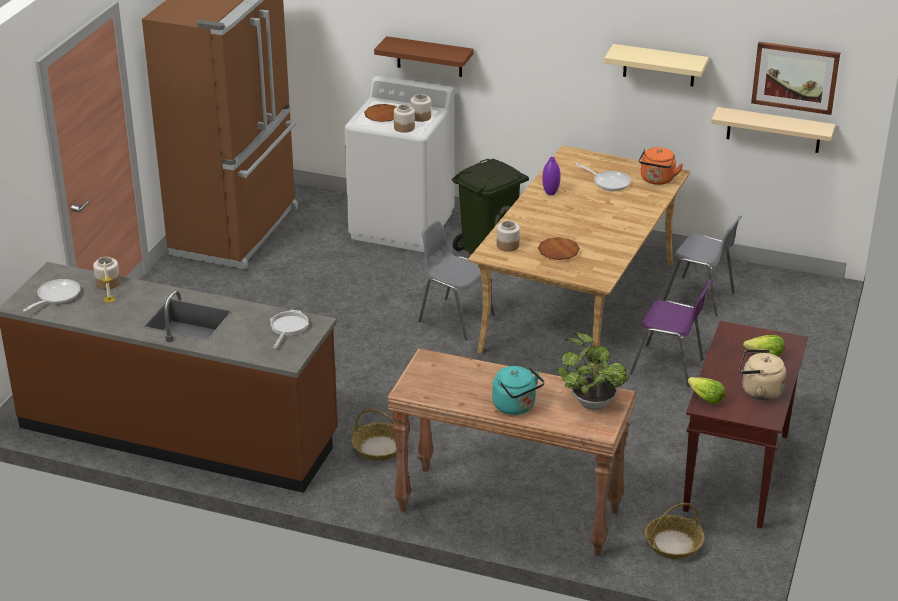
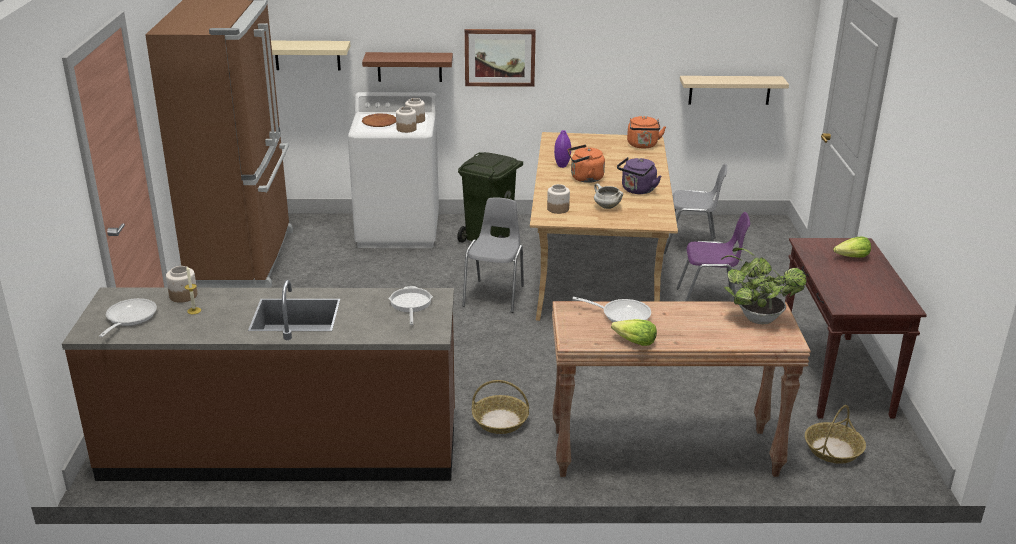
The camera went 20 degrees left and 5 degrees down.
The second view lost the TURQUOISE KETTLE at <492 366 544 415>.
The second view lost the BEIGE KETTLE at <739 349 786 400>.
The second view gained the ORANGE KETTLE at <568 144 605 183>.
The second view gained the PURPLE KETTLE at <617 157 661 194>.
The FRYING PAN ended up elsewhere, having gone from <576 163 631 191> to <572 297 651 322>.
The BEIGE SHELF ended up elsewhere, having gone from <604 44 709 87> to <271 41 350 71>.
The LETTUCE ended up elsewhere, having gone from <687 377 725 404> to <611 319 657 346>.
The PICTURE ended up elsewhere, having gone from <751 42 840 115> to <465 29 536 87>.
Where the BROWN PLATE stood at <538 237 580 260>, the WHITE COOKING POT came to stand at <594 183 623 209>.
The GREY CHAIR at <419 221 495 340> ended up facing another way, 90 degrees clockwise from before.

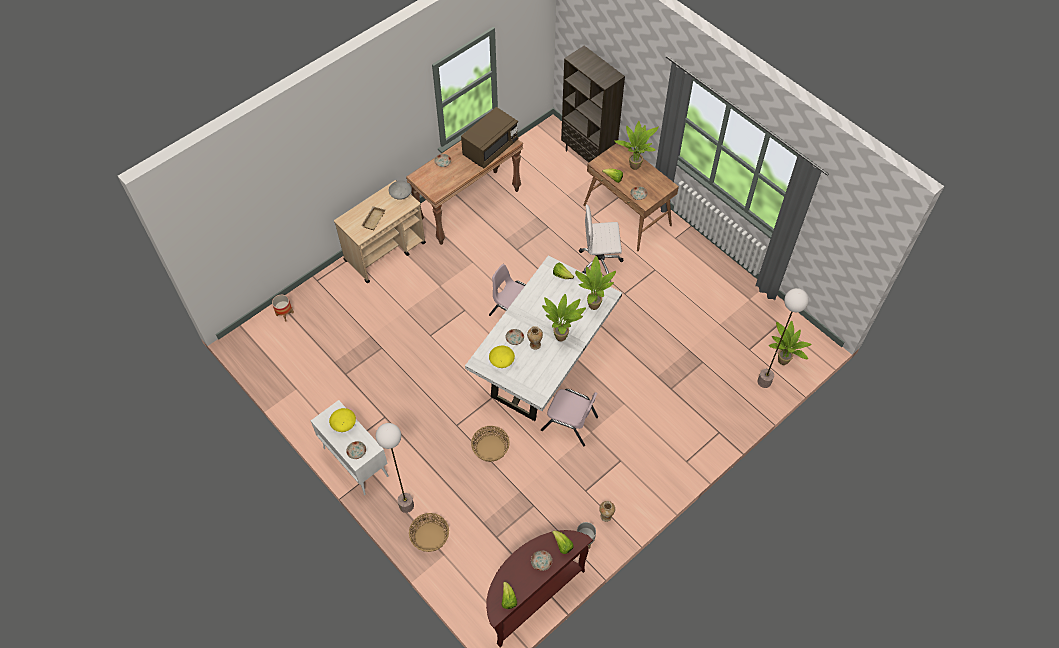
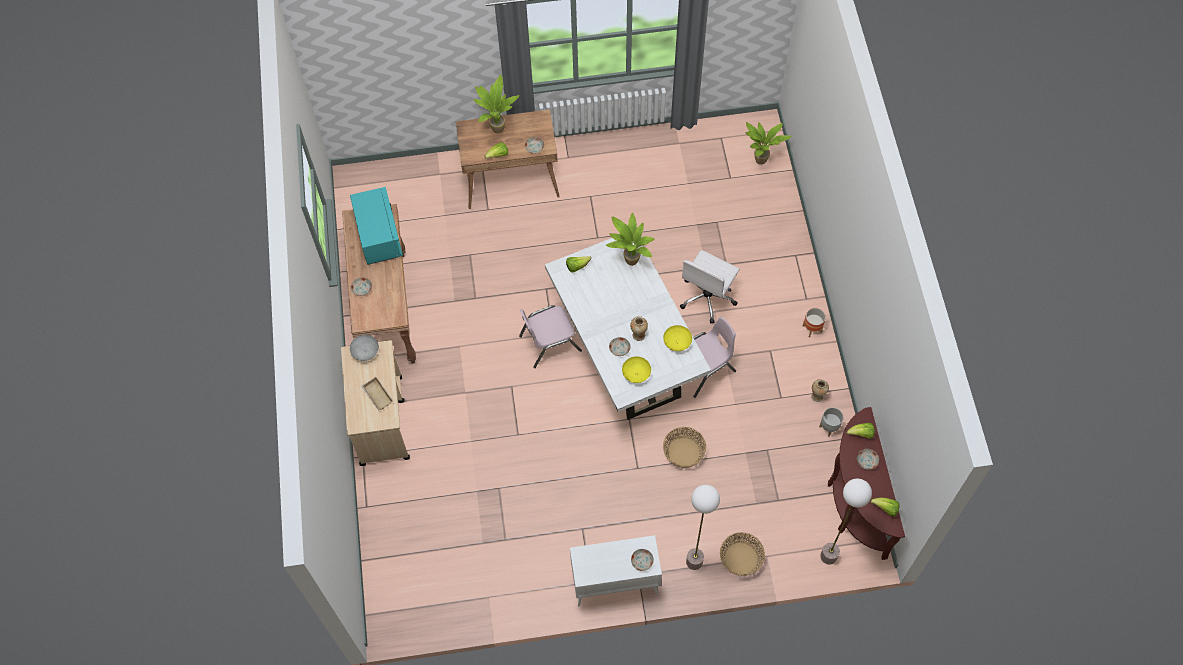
The camera went 55 degrees left and 5 degrees up.
The second view lost the POTTED PLANT at <542 294 586 341>.
The second view lost the BROWN BOOKCASE at <561 46 625 162>.
The PLANTER ended up elsewhere, having gone from <272 295 294 321> to <803 308 826 337>.
The YELLOW BOWL ended up elsewhere, having gone from <329 408 356 432> to <663 325 692 351>.
The WHITE OFFICE CHAIR ended up elsewhere, having gone from <579 205 624 281> to <680 250 740 323>.
The FLOOR LAMP ended up elsewhere, having gone from <758 288 809 388> to <820 479 872 565>.
What was the BROWN MICROWAVE at <461 107 518 168> turned into the TURQUOISE MICROWAVE at <350 187 403 265>.

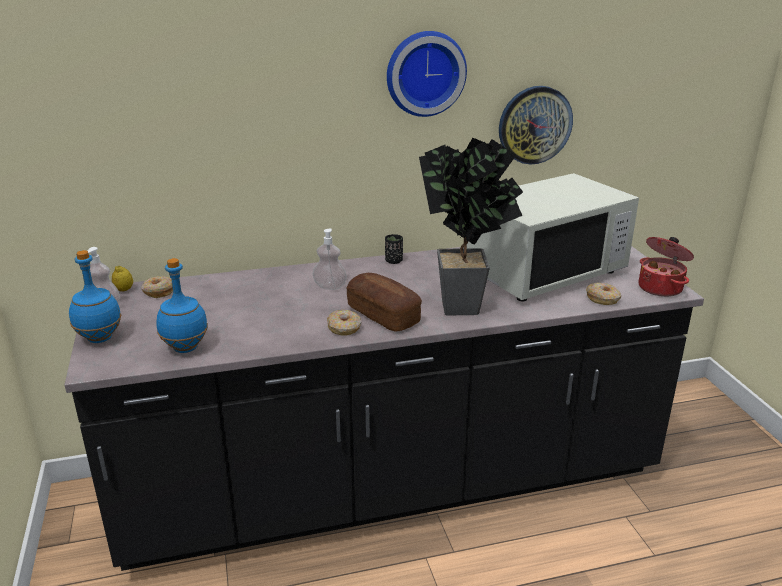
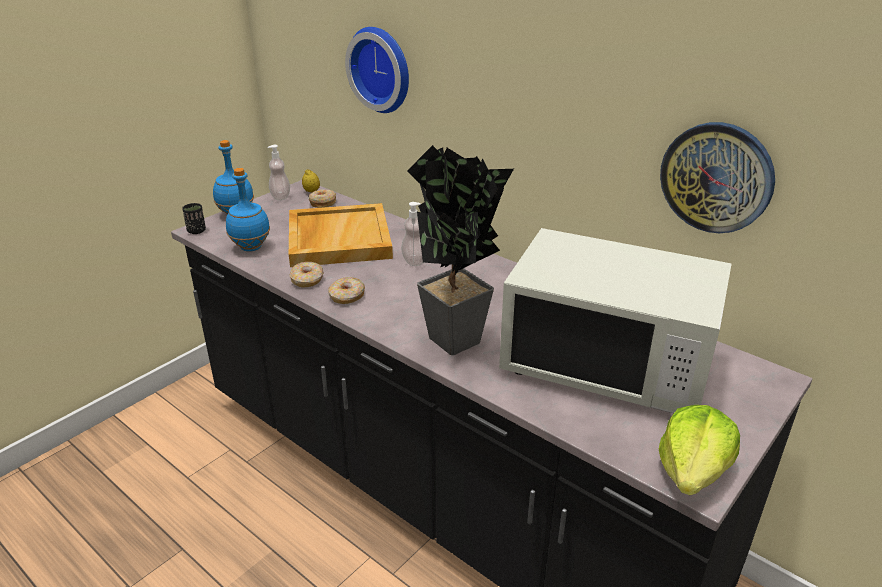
The camera went 55 degrees right and 5 degrees up.
The second view lost the BREAD at <347 273 422 332>.
The second view gained the BEIGE TRAY at <289 203 393 267>.
The BLACK CUP ended up elsewhere, having gone from <385 234 403 264> to <182 203 206 234>.
The WALL CLOCK ended up elsewhere, having gone from <387 31 467 117> to <345 27 409 113>.
The DONUT ended up elsewhere, having gone from <586 283 621 305> to <289 262 324 288>.
Where the COOKING POT stood at <639 237 694 297>, the LETTUCE came to stand at <659 405 740 495>.

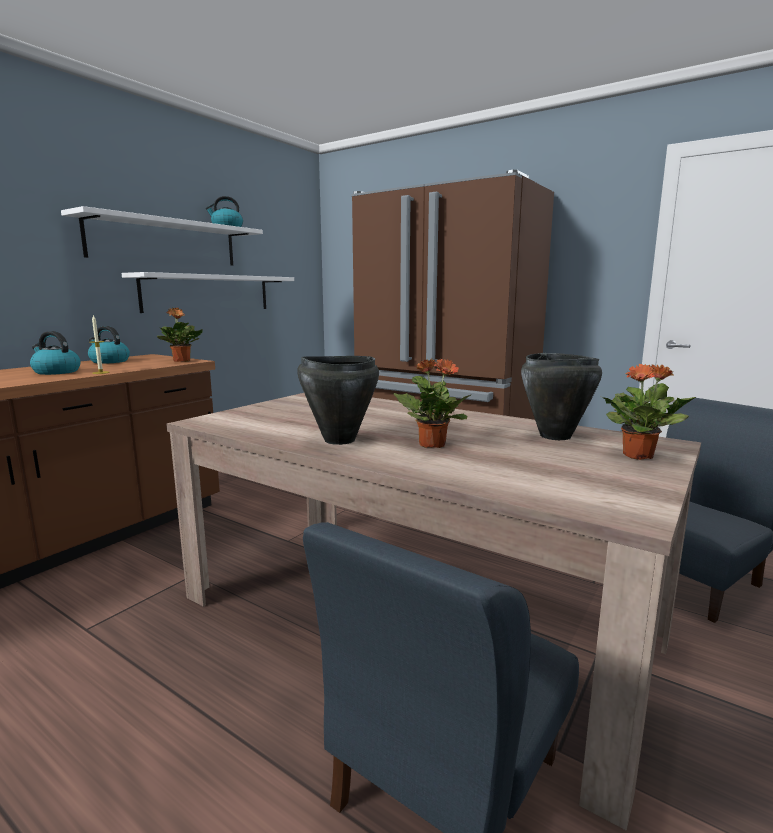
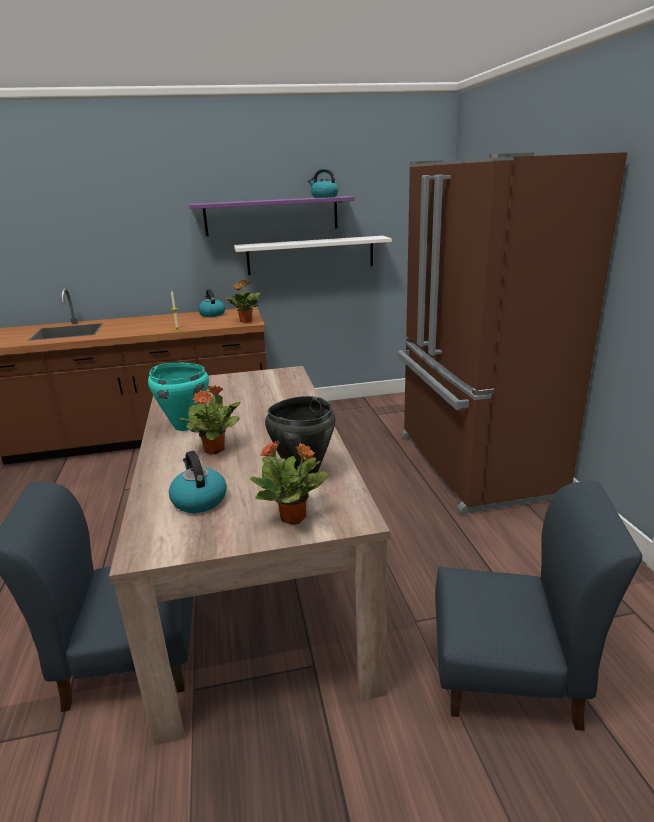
The camera went 45 degrees right and 10 degrees up.
The KETTLE ended up elsewhere, having gone from <30 331 81 375> to <169 451 227 513>.
What was the WHITE SHELF at <61 206 263 266> turned into the PURPLE SHELF at <189 196 355 236>.
What was the BLACK COOKING POT at <297 356 379 445> turned into the TURQUOISE COOKING POT at <148 363 209 431>.

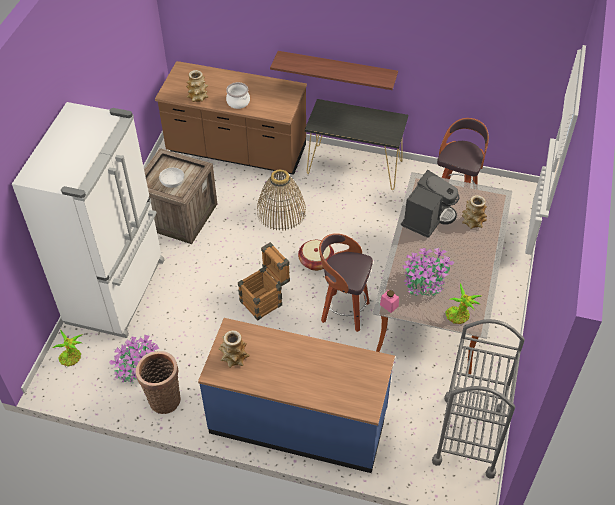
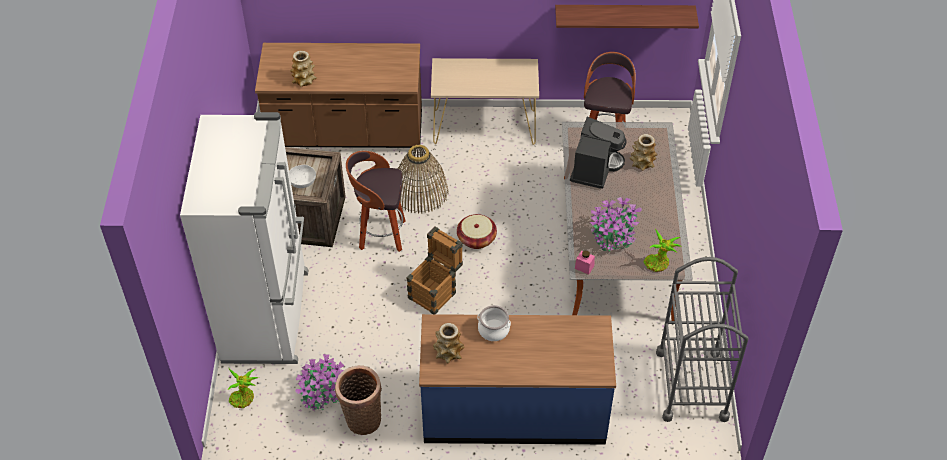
The camera went 15 degrees left and 0 degrees up.
The COOKING POT ended up elsewhere, having gone from <226 82 250 109> to <477 305 511 341>.
The SHELF ended up elsewhere, having gone from <270 51 398 90> to <555 5 699 28>.
The STOOL ended up elsewhere, having gone from <319 233 373 332> to <346 151 406 252>.
What was the BLACK CONSOLE TABLE at <305 99 408 190> turned into the BEIGE CONSOLE TABLE at <431 58 539 145>.

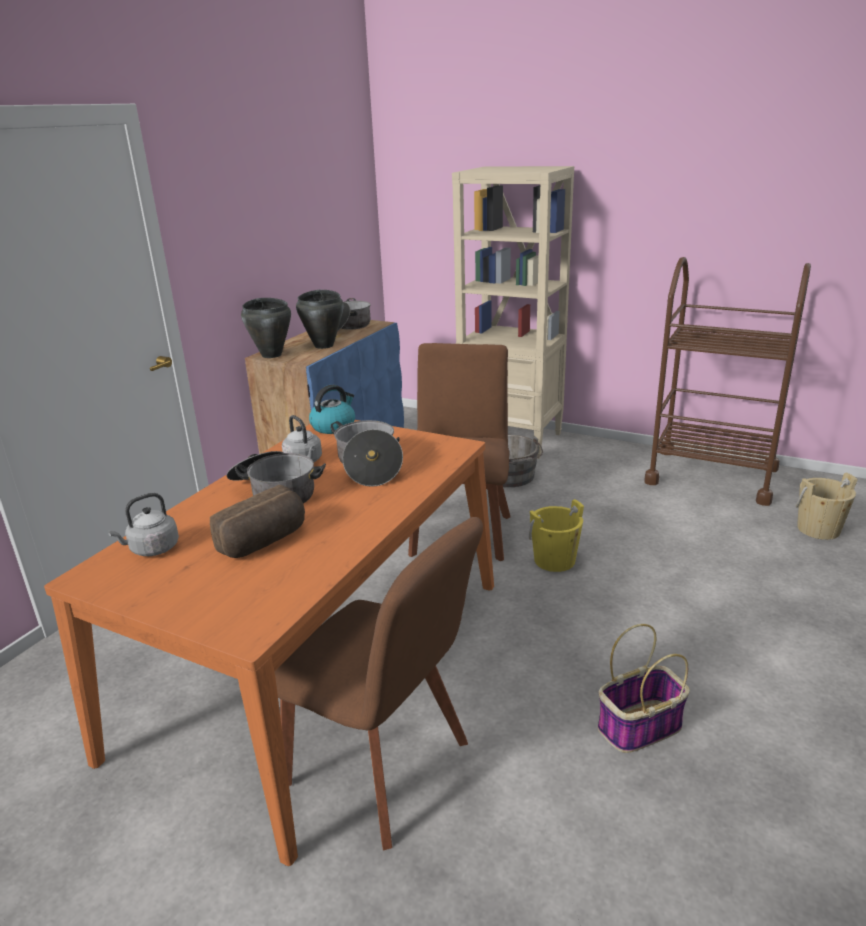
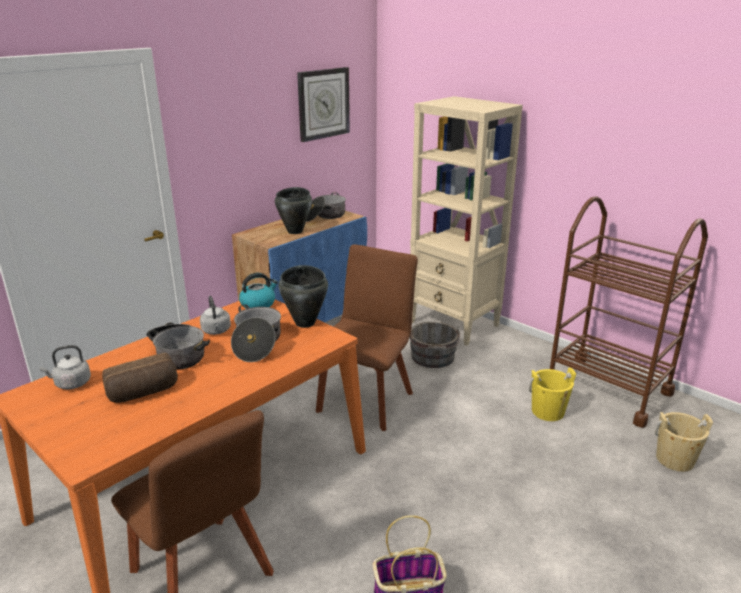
The camera went 15 degrees right and 0 degrees up.
The second view gained the WALL CLOCK at <297 67 350 142>.
The BLACK COOKING POT ended up elsewhere, having gone from <241 298 291 358> to <278 265 328 328>.
The YELLOW BUCKET ended up elsewhere, having gone from <529 499 584 572> to <529 367 576 421>.

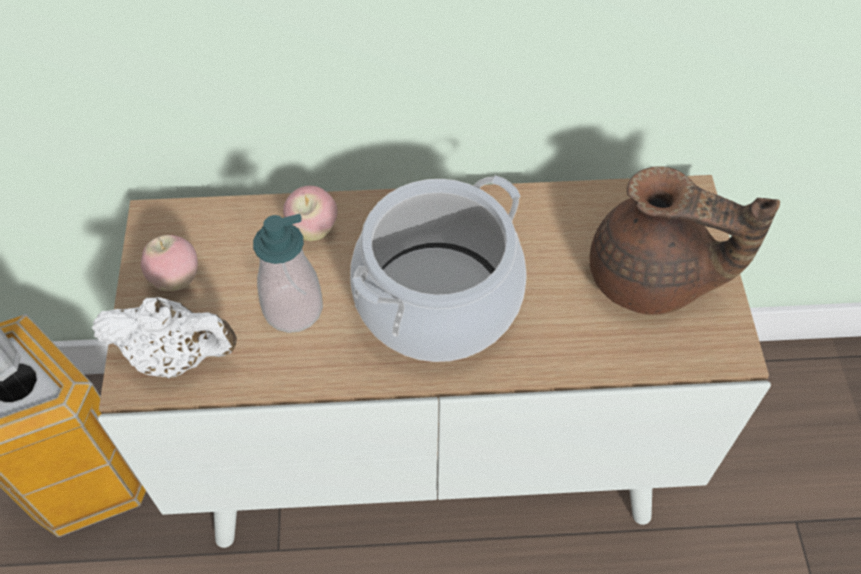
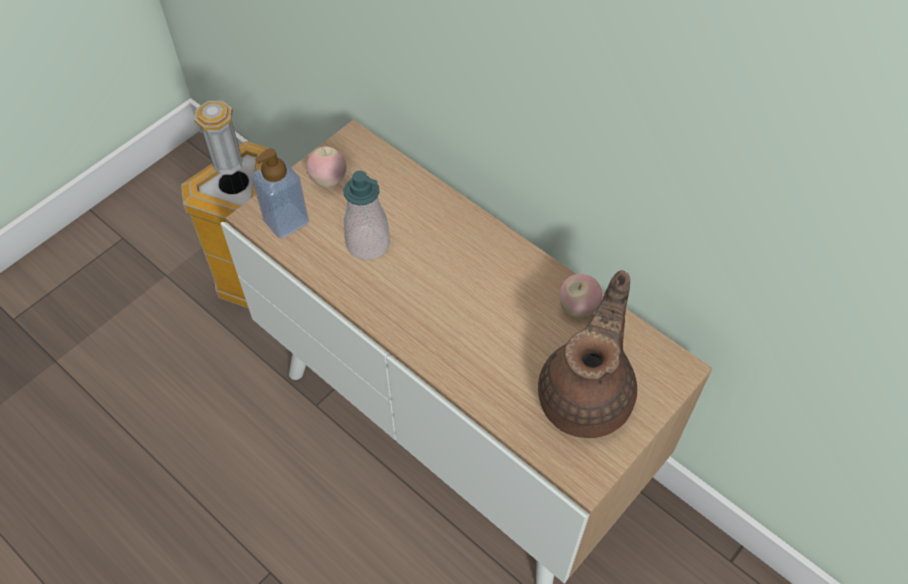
The camera went 45 degrees right and 0 degrees up.
The second view lost the COOKING POT at <350 175 527 362>.
The APPLE ended up elsewhere, having gone from <283 186 338 241> to <559 274 602 318>.
Where the WHITE TEAPOT stood at <91 297 237 378>, the SOAP DISPENSER came to stand at <251 148 309 239>.
The BROWN TEAPOT at <590 166 780 315> ended up facing another way, 135 degrees counterclockwise from before.

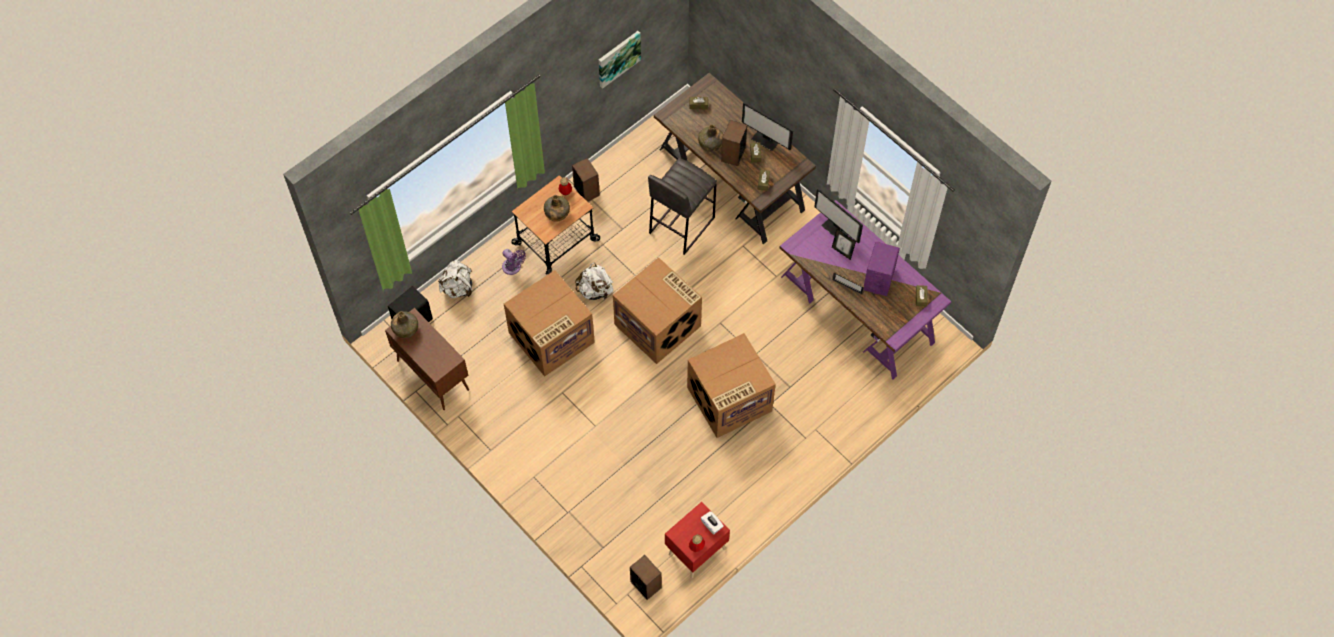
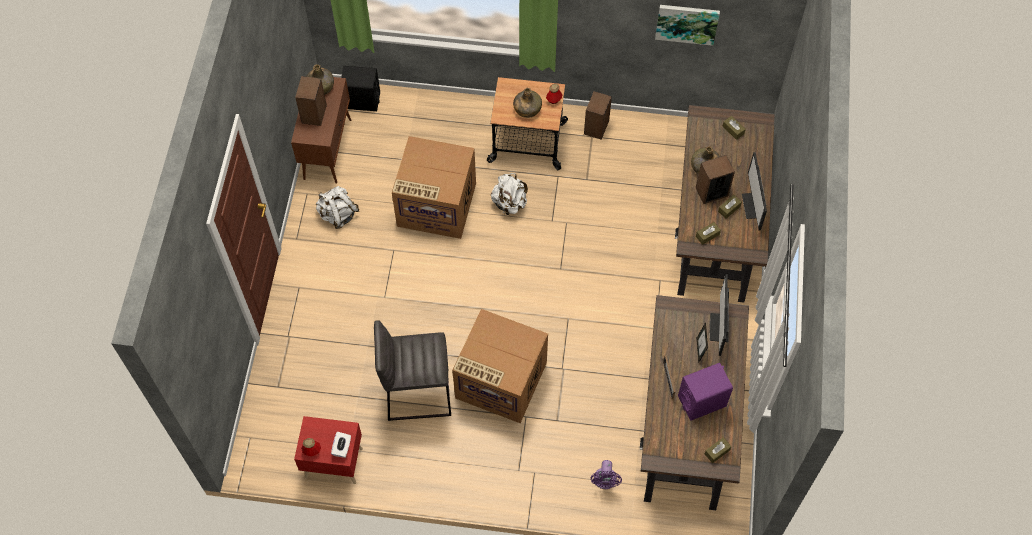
The camera went 50 degrees right and 0 degrees up.
The second view lost the CARDBOARD BOX at <613 257 702 364>.
The WHITE BACKPACK ended up elsewhere, having gone from <438 260 472 298> to <316 186 359 229>.
The PURPLE FAN ended up elsewhere, having gone from <502 249 526 275> to <591 460 622 489>.
The SPEAKER ended up elsewhere, having gone from <630 555 662 600> to <295 76 327 126>.
The GREY STOOL ended up elsewhere, having gone from <648 158 717 255> to <374 320 451 421>.
What was the PURPLE DESK at <780 200 951 379> turned into the BROWN DESK at <640 295 749 510>.

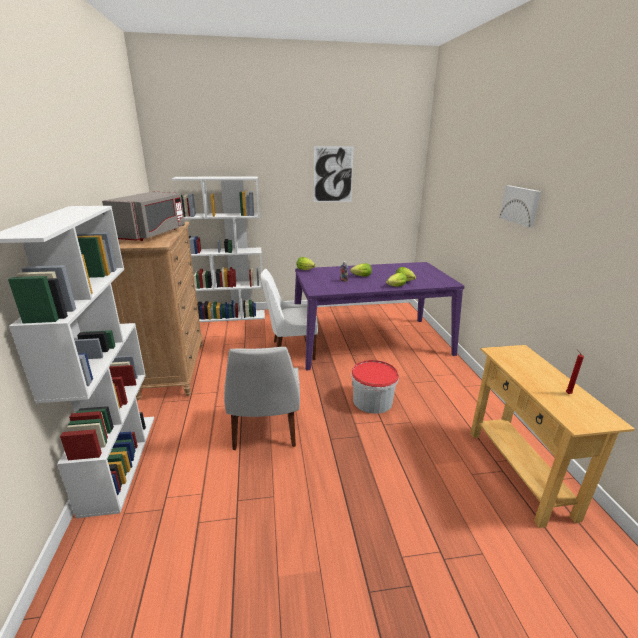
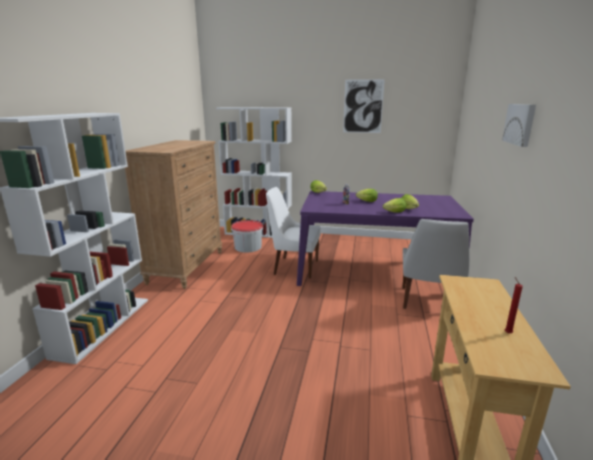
The camera went 20 degrees right and 5 degrees down.
The second view lost the GREY MICROWAVE at <102 191 185 241>.
The WHITE CHAIR ended up elsewhere, having gone from <224 347 300 450> to <403 219 470 309>.
The BUCKET ended up elsewhere, having gone from <351 360 399 414> to <231 220 263 252>.

